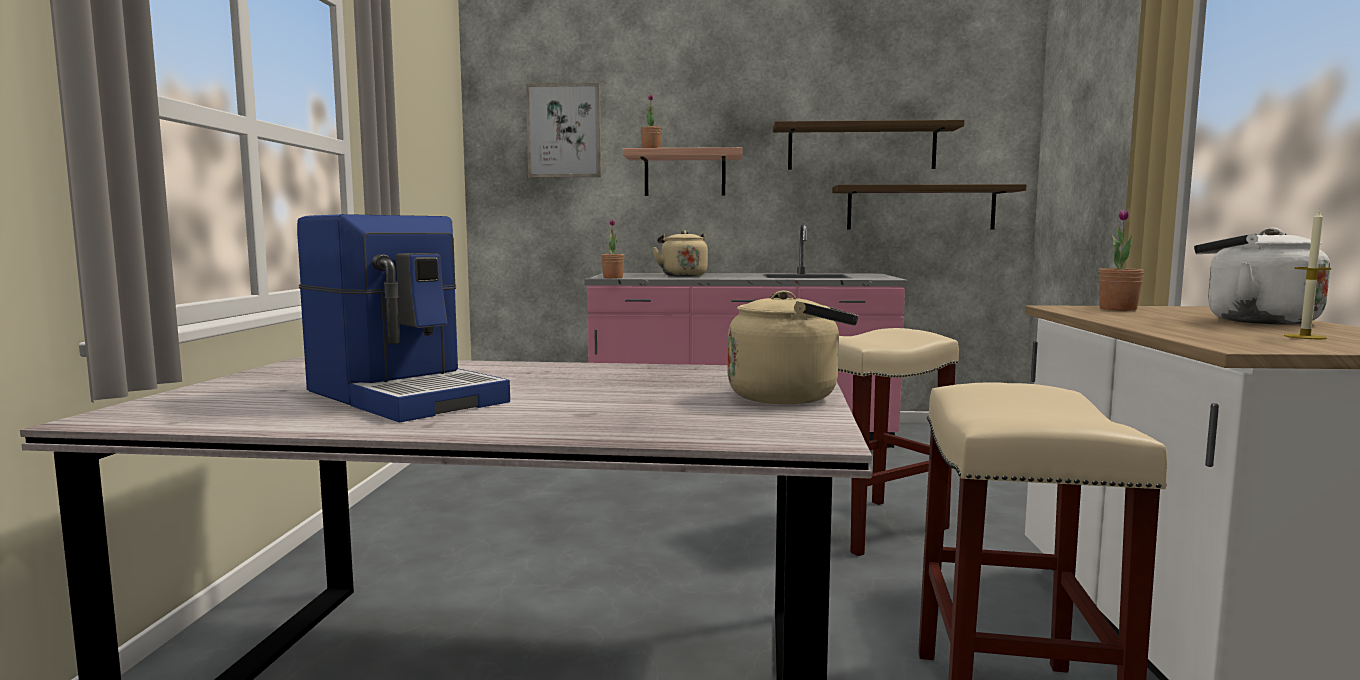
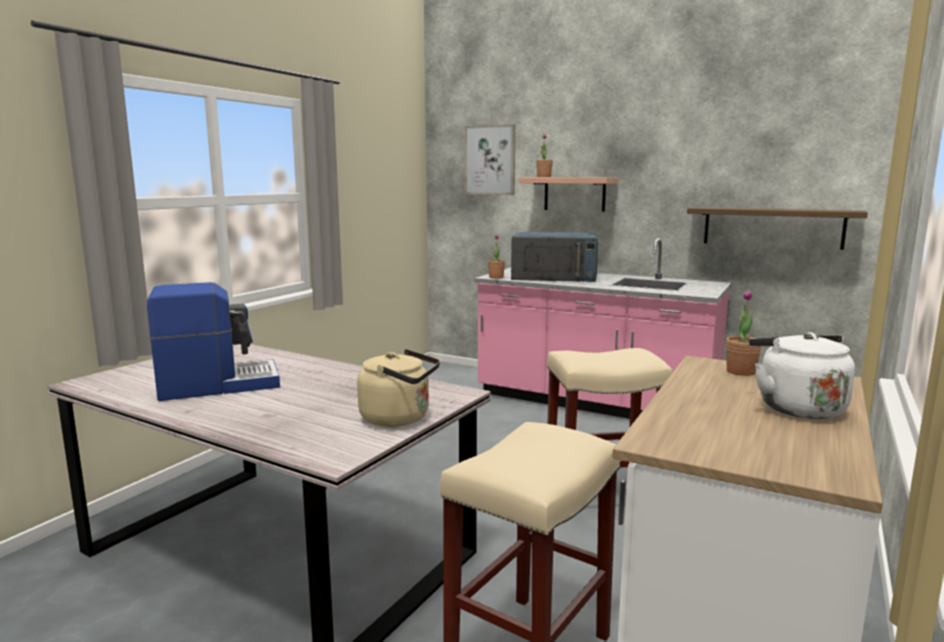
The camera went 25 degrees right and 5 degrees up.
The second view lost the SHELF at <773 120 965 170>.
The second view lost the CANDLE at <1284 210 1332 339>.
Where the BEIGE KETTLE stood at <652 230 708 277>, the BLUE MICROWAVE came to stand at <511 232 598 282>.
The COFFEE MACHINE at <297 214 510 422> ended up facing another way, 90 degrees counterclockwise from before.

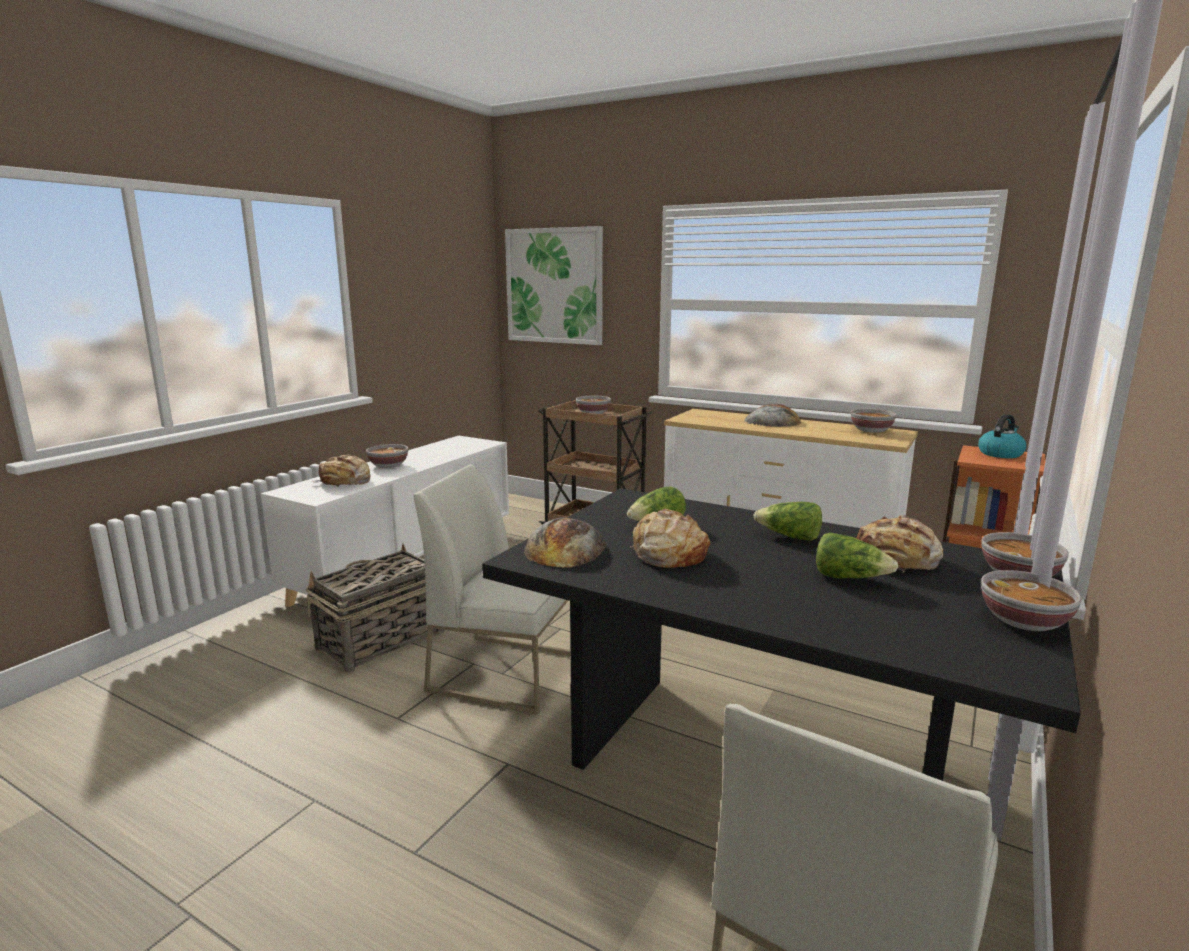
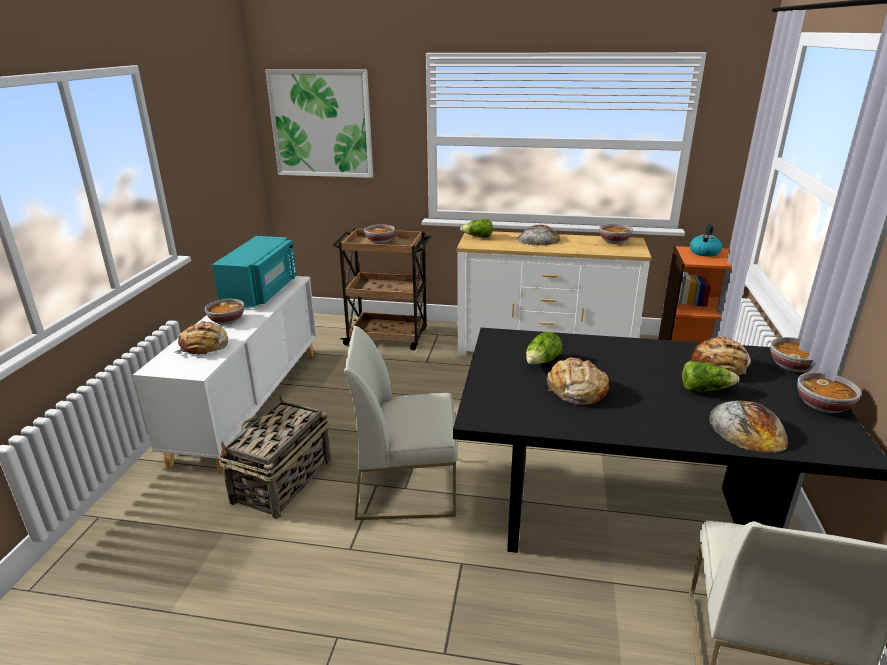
The camera went 20 degrees left and 10 degrees up.
The second view gained the TURQUOISE MICROWAVE at <212 236 296 308>.
The BREAD ended up elsewhere, having gone from <524 517 607 568> to <709 401 788 452>.
The LETTUCE ended up elsewhere, having gone from <753 502 822 541> to <460 219 493 238>.

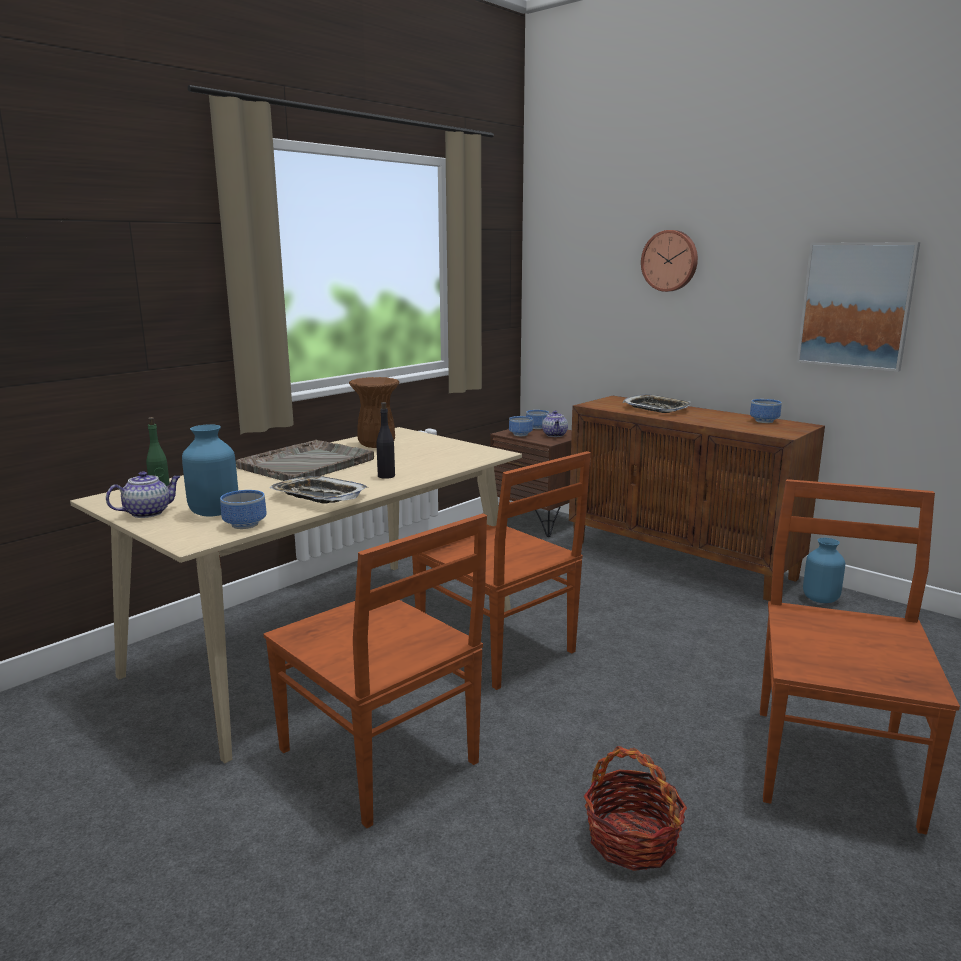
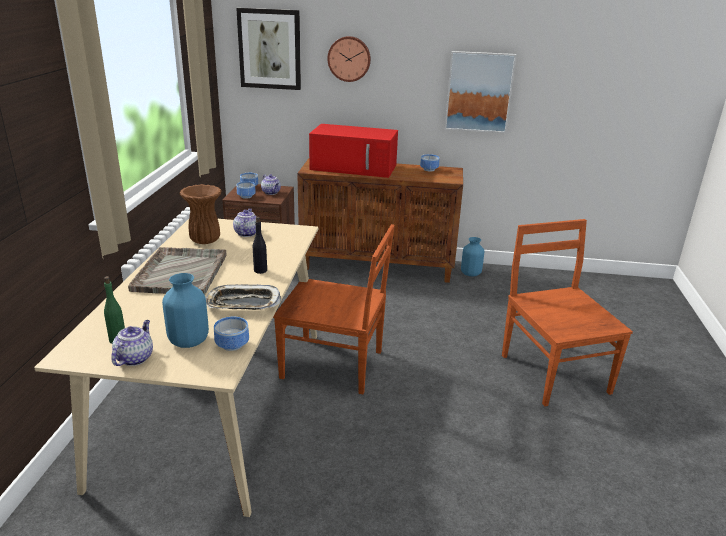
The camera went 35 degrees left and 10 degrees up.
The second view lost the BROWN CHAIR at <263 514 487 828>.
The second view lost the BASKET at <584 746 687 871>.
The second view gained the TEAPOT at <233 209 257 237>.
The second view gained the PICTURE at <236 8 301 90>.
Where the TRAY stood at <623 394 690 413>, the RED MICROWAVE came to stand at <309 124 398 178>.

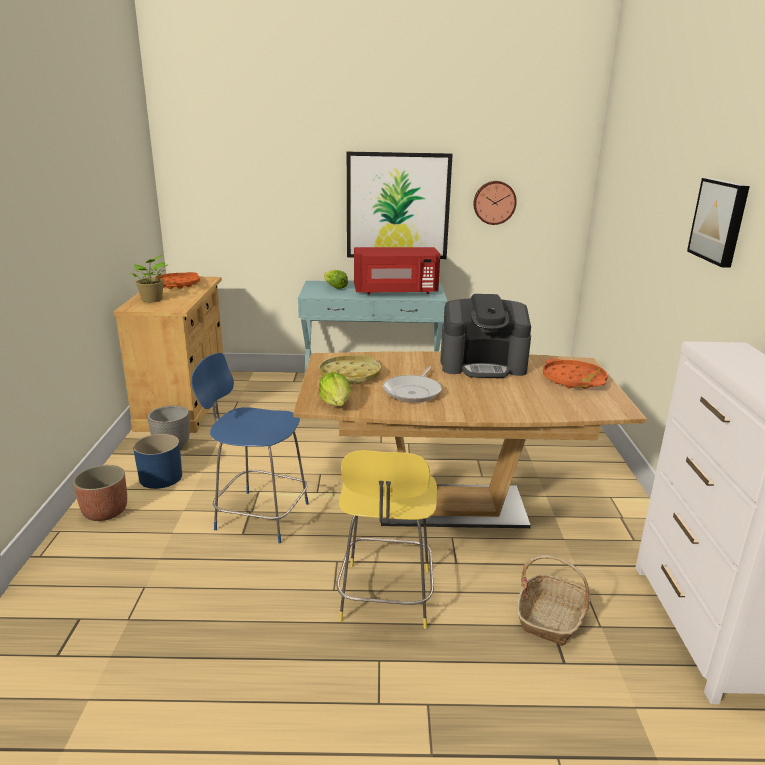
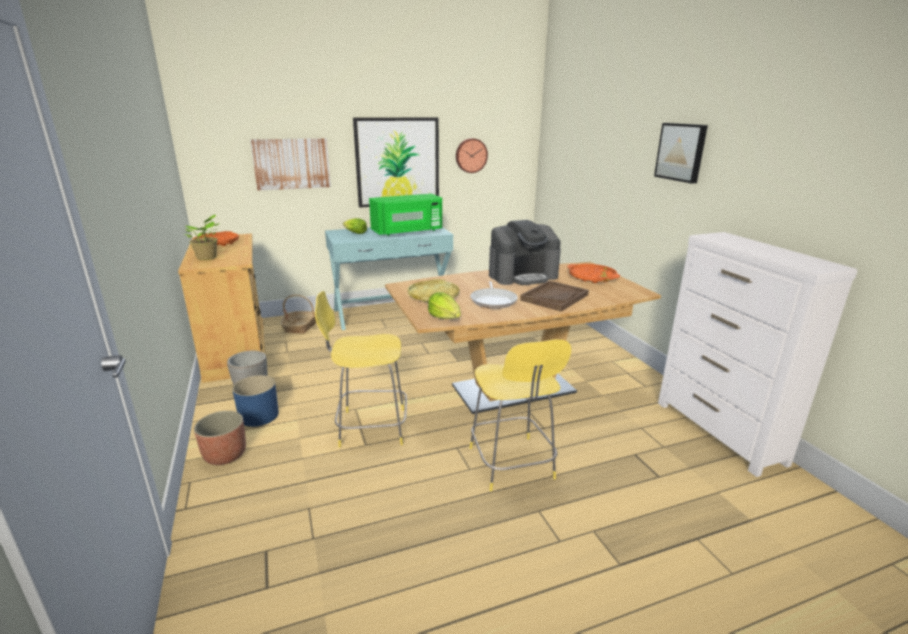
The camera went 20 degrees left and 0 degrees up.
The second view gained the PICTURE at <250 138 331 191>.
The second view gained the BROWN TRAY at <520 281 589 311>.
The BASKET ended up elsewhere, having gone from <517 555 591 646> to <280 295 316 334>.
What was the BLUE STOOL at <191 353 309 543> turned into the YELLOW STOOL at <315 291 407 448>.
What was the RED MICROWAVE at <354 247 440 294> turned into the GREEN MICROWAVE at <369 194 442 236>.

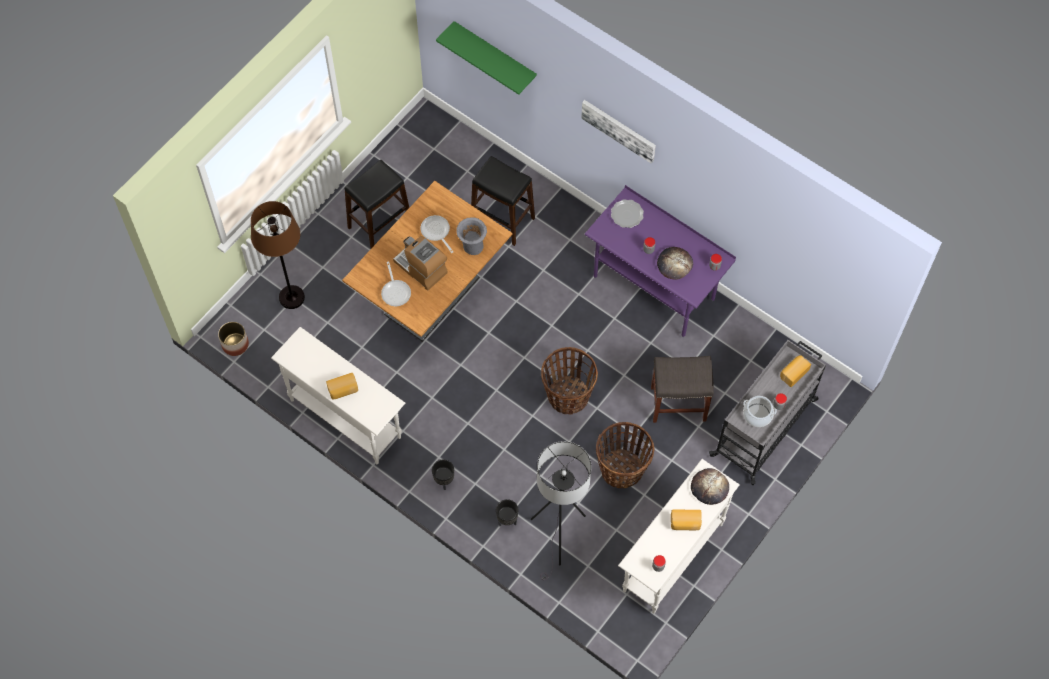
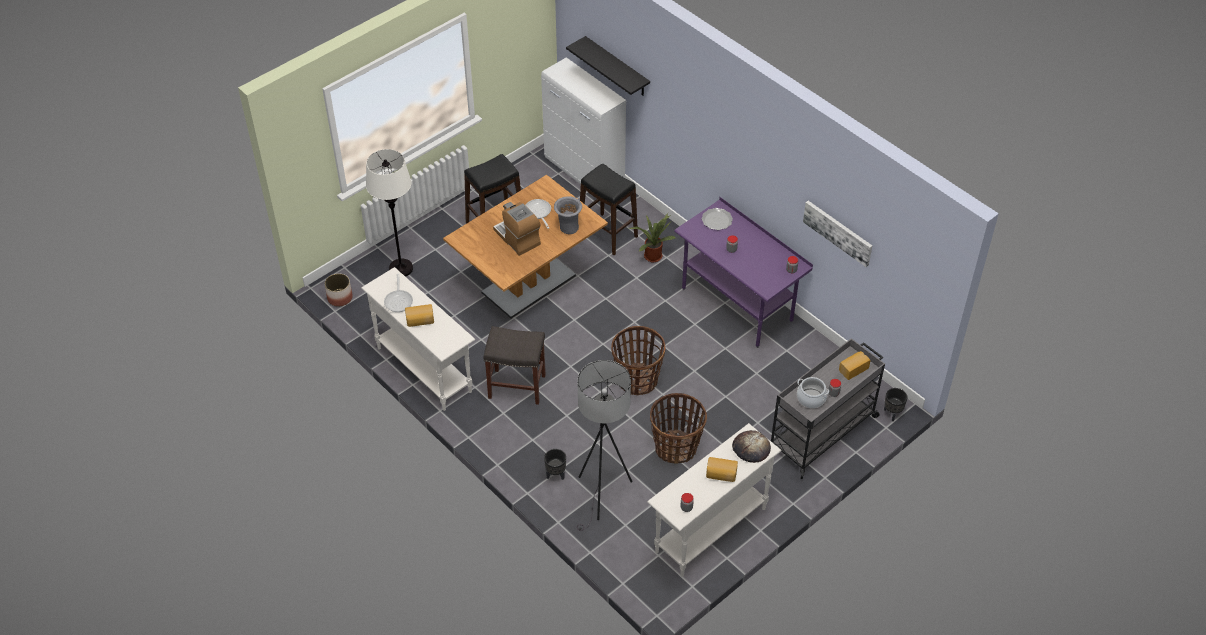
The camera went 10 degrees right and 15 degrees down.
The second view lost the BREAD at <657 247 693 280>.
The second view gained the WHITE CABINET at <541 57 626 184>.
The second view gained the POTTED PLANT at <630 213 676 262>.
The FRYING PAN ended up elsewhere, having gone from <381 261 411 306> to <384 274 413 312>.
The BLACK PLANTER ended up elsewhere, having gone from <432 459 454 490> to <884 388 907 421>.
The PICTURE ended up elsewhere, having gone from <581 100 656 164> to <803 201 872 267>.
The GREY STOOL ended up elsewhere, having gone from <651 356 714 423> to <484 326 546 405>.
What was the BROWN FLOOR LAMP at <251 201 305 309> turned into the WHITE FLOOR LAMP at <366 149 413 277>.
What was the GREEN SHELF at <436 21 537 95> turned into the BLACK SHELF at <566 36 650 96>.

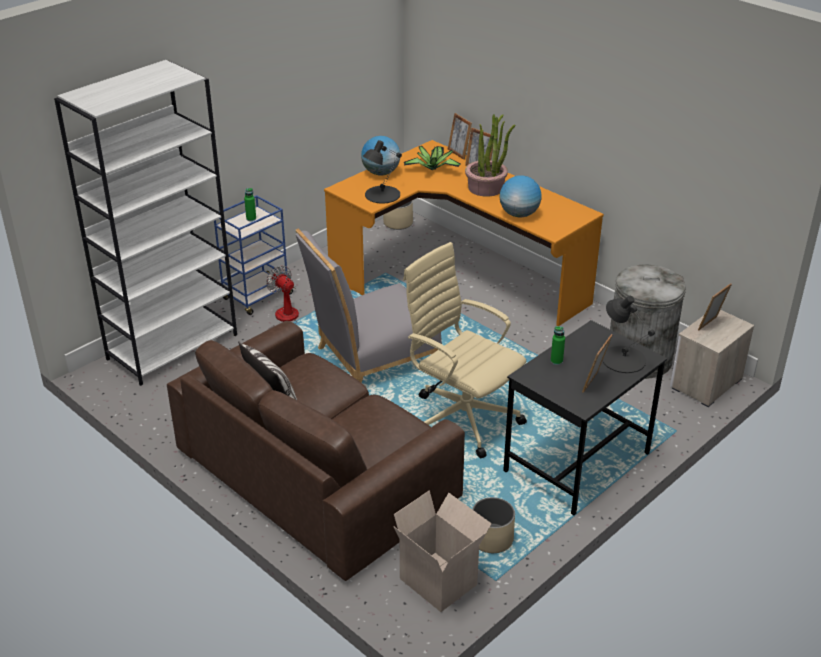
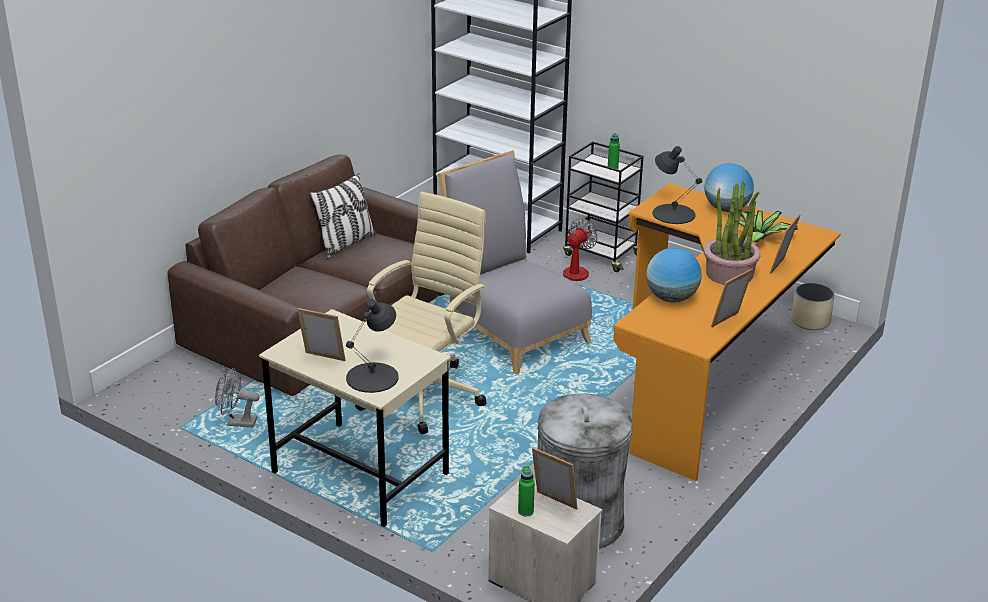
The camera went 80 degrees right and 5 degrees down.
The second view lost the CARDBOARD BOX at <393 490 492 612>.
The PICTURE FRAME ended up elsewhere, having gone from <448 113 472 160> to <711 268 753 327>.
The GREEN BOTTLE ended up elsewhere, having gone from <551 326 565 365> to <518 466 535 516>.
Where the BEIGE PLANTER stood at <472 497 515 553>, the GREY FAN came to stand at <215 368 260 428>.
What was the BLUE CART at <214 195 296 315> turned into the BLACK CART at <563 141 644 272>.
What was the BLACK DESK at <503 320 667 515> turned into the BEIGE DESK at <259 309 451 527>.

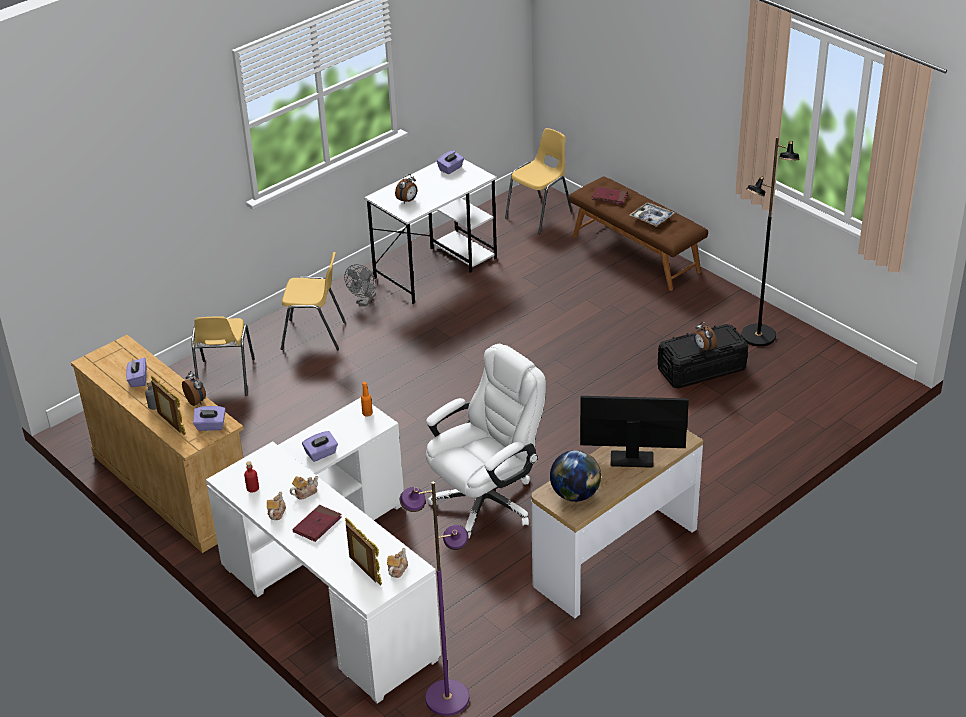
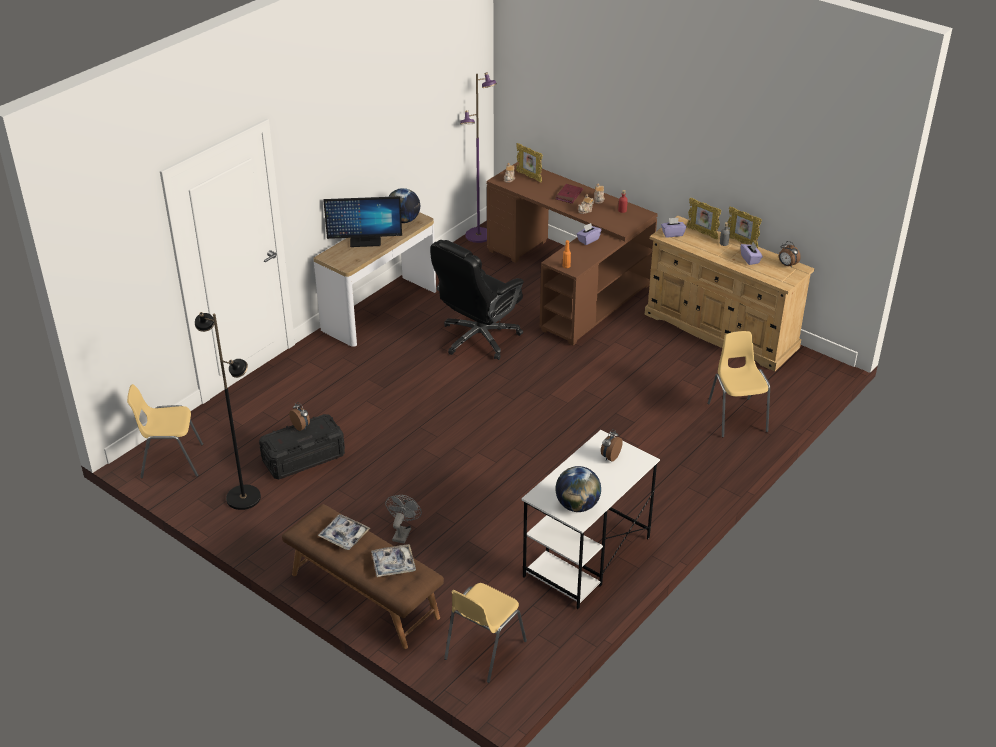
The camera went 170 degrees right and 0 degrees up.
The second view gained the PICTURE FRAME at <727 207 762 249>.
The ALARM CLOCK ended up elsewhere, having gone from <182 371 206 406> to <779 241 801 268>.
The YELLOW CHAIR ended up elsewhere, having gone from <281 252 346 350> to <127 384 203 478>.
The GREY FAN ended up elsewhere, having gone from <344 264 376 306> to <385 495 422 543>.
Where the PURPLE TISSUE BOX stood at <437 151 464 174>, the GLOBE came to stand at <555 466 601 512>.
Where the RED BOOK stood at <592 187 628 205>, the TRAY came to stand at <371 544 416 577>.
What was the WHITE DESK at <206 398 441 704> turned into the BROWN DESK at <487 162 658 345>.
What was the WHITE OFFICE CHAIR at <426 344 546 538> turned into the BLACK OFFICE CHAIR at <430 240 524 360>.

